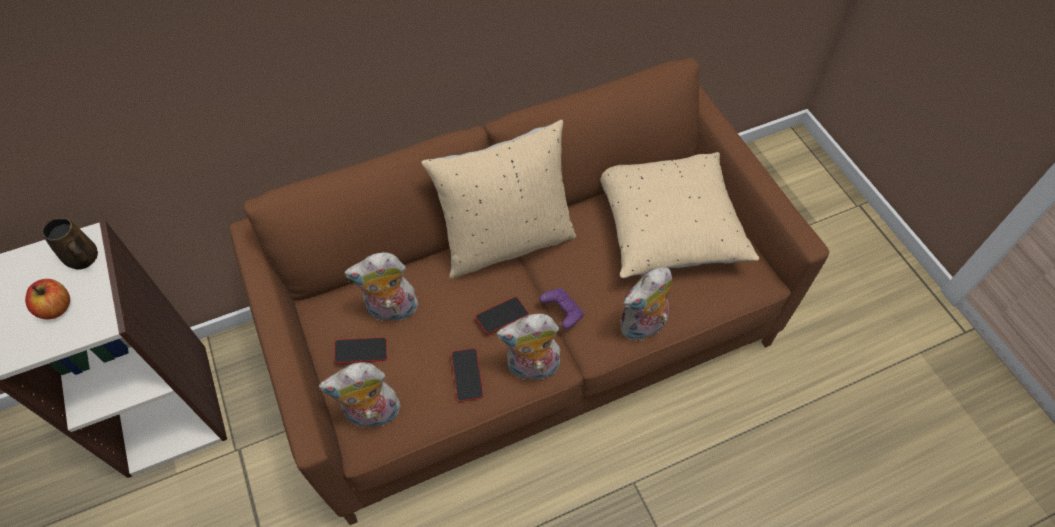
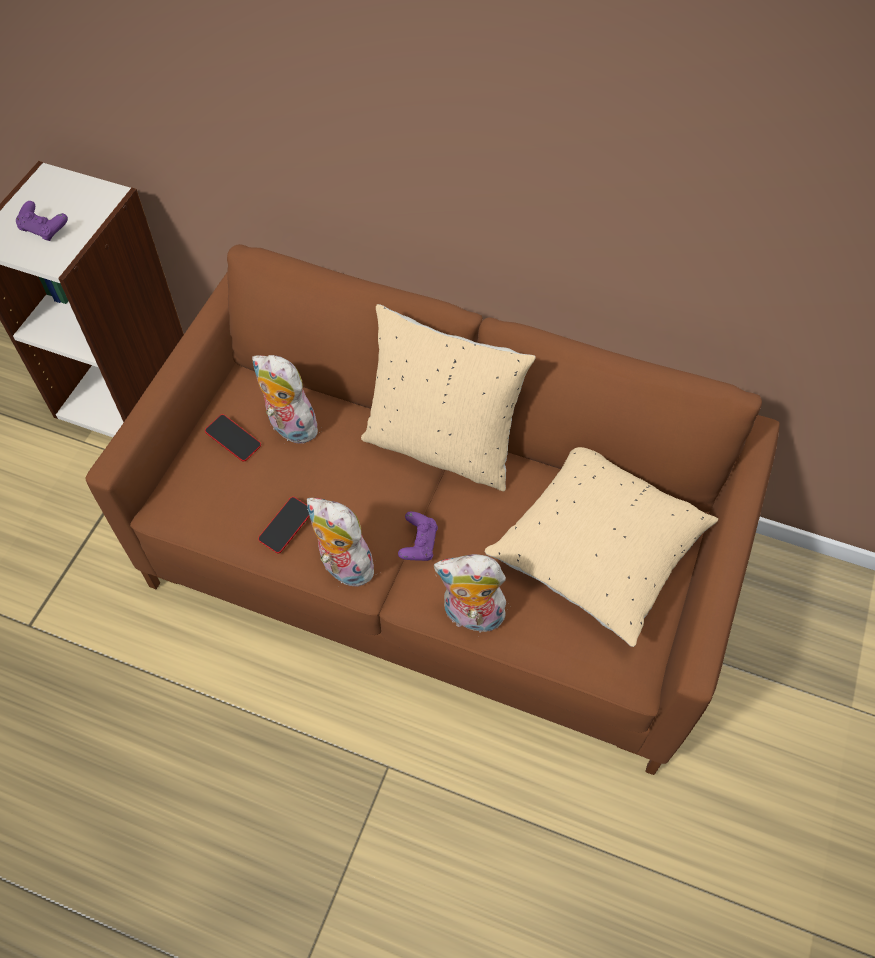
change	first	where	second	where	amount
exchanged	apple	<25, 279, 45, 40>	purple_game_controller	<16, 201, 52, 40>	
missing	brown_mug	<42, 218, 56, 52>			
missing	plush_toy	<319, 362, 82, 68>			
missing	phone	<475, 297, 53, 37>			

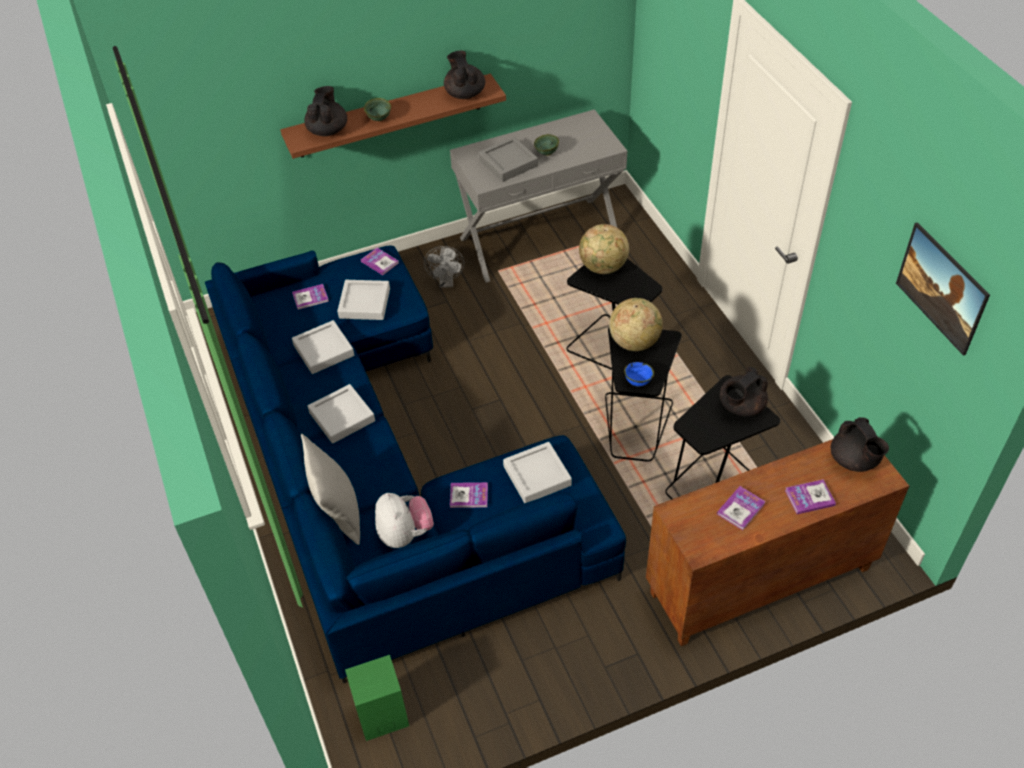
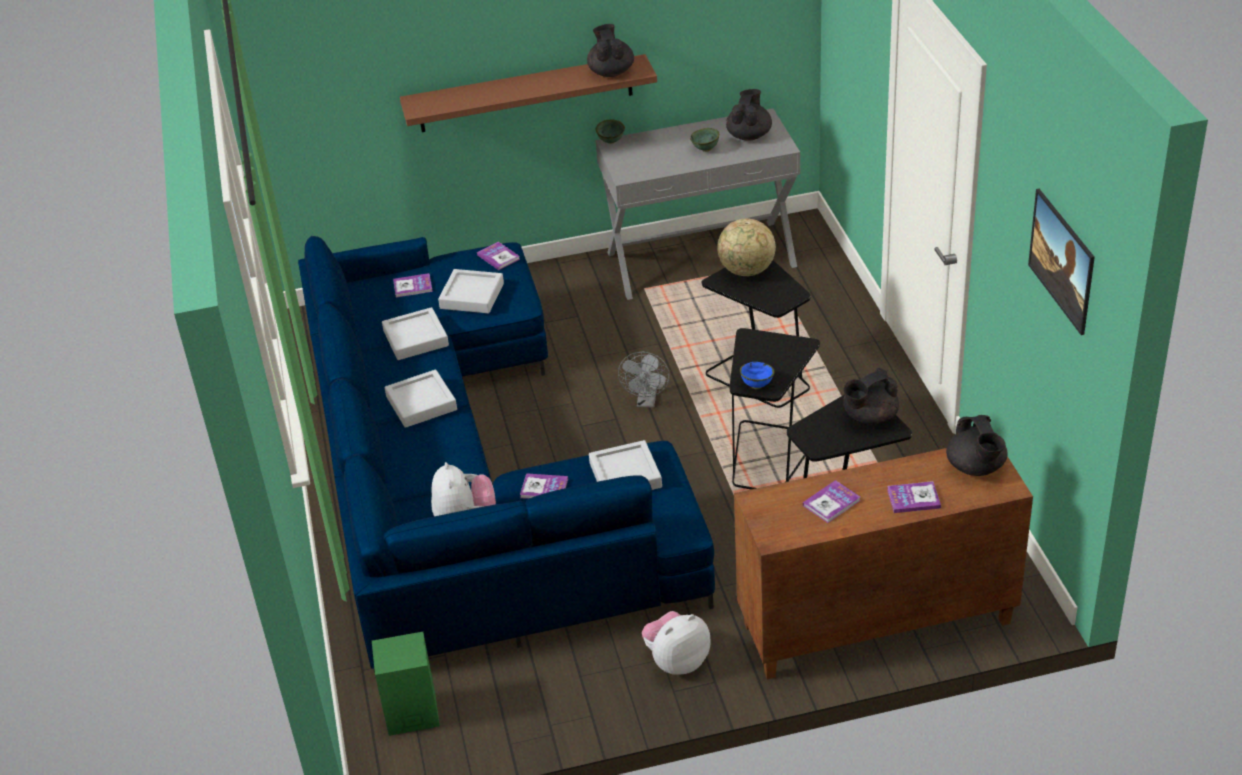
change	first	where	second	where	amount
missing	grey_pillow	<301, 434, 59, 111>			
relocated	black_teapot	<304, 86, 43, 50>		<726, 89, 46, 52>	
relocated	green_bowl	<364, 98, 27, 23>		<595, 120, 30, 24>	
relocated	grey_fan	<424, 246, 40, 42>		<618, 352, 52, 55>	
missing	grey_tray	<479, 137, 59, 45>			
missing	globe	<609, 298, 54, 53>			
appeared			plush_toy	<642, 611, 69, 64>	

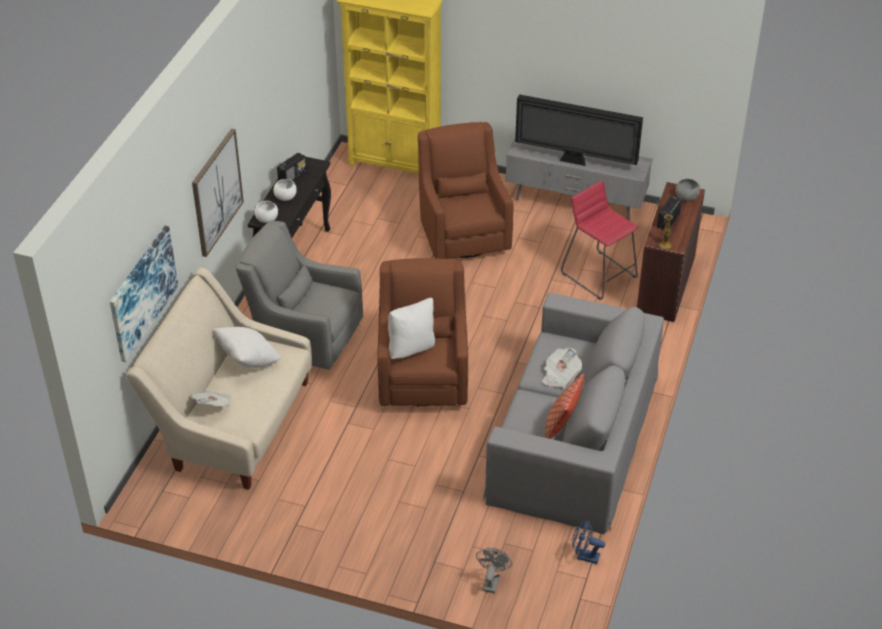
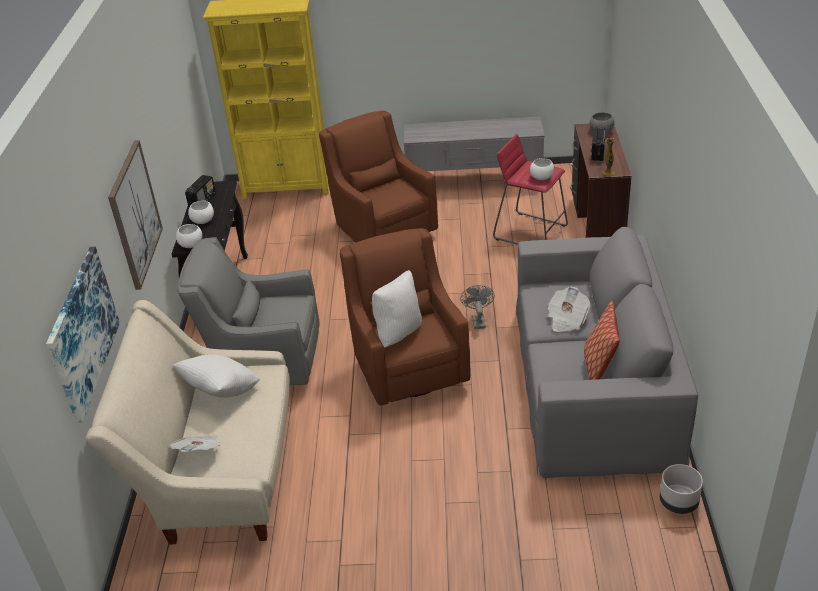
change	first	where	second	where	amount
relocated	grey_fan	<476, 548, 36, 45>		<460, 285, 35, 44>	
missing	television	<515, 94, 128, 72>			
exchanged	blue_fan	<572, 520, 33, 44>	grey_planter	<659, 464, 44, 50>	
appeared			white_bowl	<530, 158, 24, 22>	

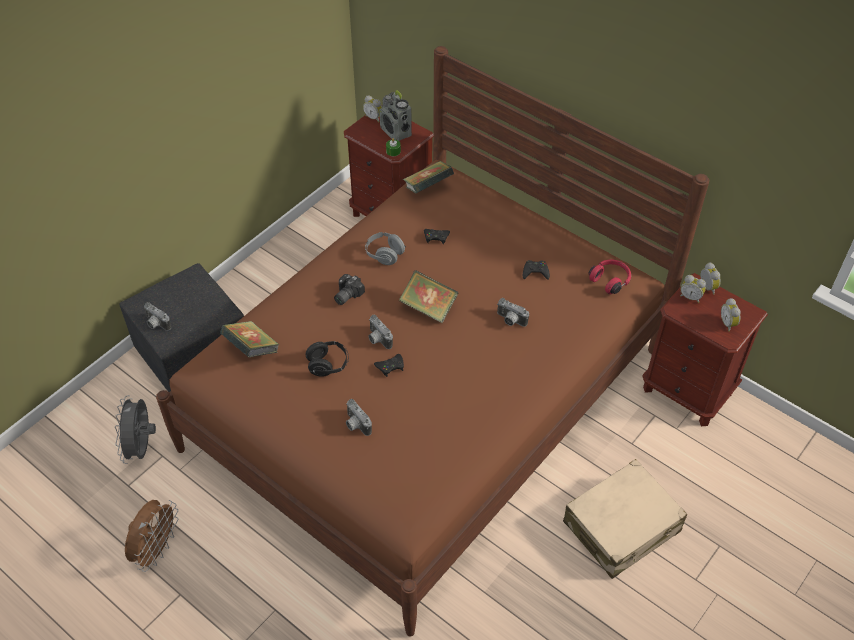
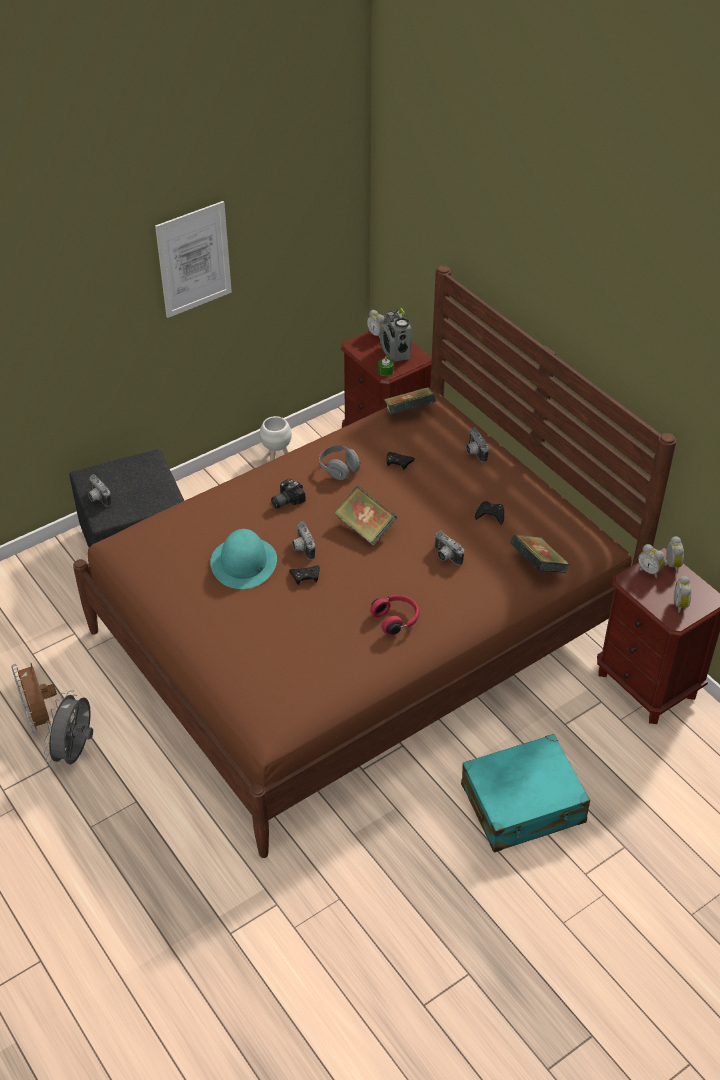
change	first	where	second	where	amount
relocated	grey_fan	<115, 395, 41, 69>		<43, 690, 50, 76>	
spun	brown_fan	<125, 500, 53, 72>		<11, 663, 46, 72>	120 degrees clockwise
relocated	book	<220, 321, 59, 36>		<510, 534, 60, 39>	
exchanged	black_headphones	<306, 341, 43, 36>	turquoise_hat	<210, 529, 67, 60>	
relocated	photo_camera	<346, 399, 26, 37>		<466, 428, 23, 34>	
colour	beige_suitcase	<563, 459, 124, 120>	turquoise_suitcase	<461, 734, 129, 118>	
relocated	red_headphones	<588, 259, 43, 35>		<370, 595, 50, 40>	
appeared			picture	<155, 201, 77, 117>	
appeared			white_planter	<260, 416, 32, 45>	

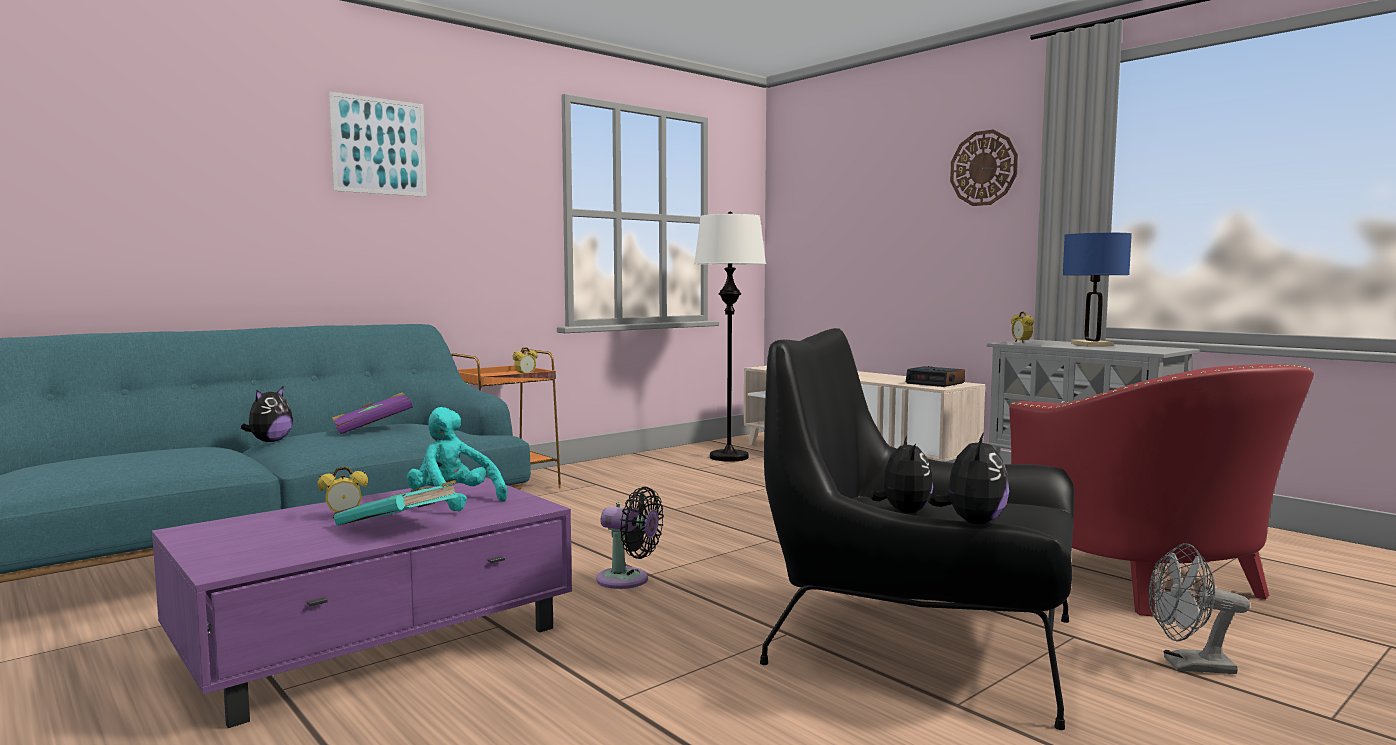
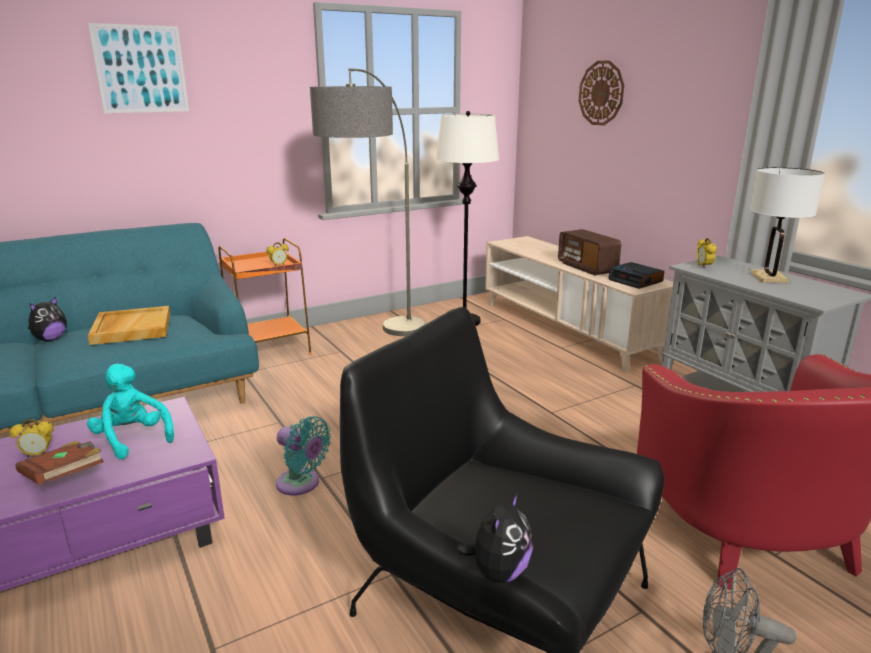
change	first	where	second	where	amount
exchanged	purple_book	<332, 393, 81, 41>	beige_tray	<88, 306, 82, 39>	
colour	turquoise_book	<334, 480, 124, 46>	brown_book	<15, 441, 89, 44>	
colour	black_fan	<596, 486, 68, 103>	turquoise_fan	<276, 416, 55, 80>	
missing	plush_toy	<870, 436, 63, 77>			
relocated	wall_clock	<950, 129, 68, 77>		<579, 60, 45, 66>	
colour	blue_table_lamp	<1063, 233, 69, 113>	white_table_lamp	<749, 167, 76, 116>	
appeared			floor_lamp	<310, 68, 115, 268>	
appeared			radio	<558, 229, 63, 46>	

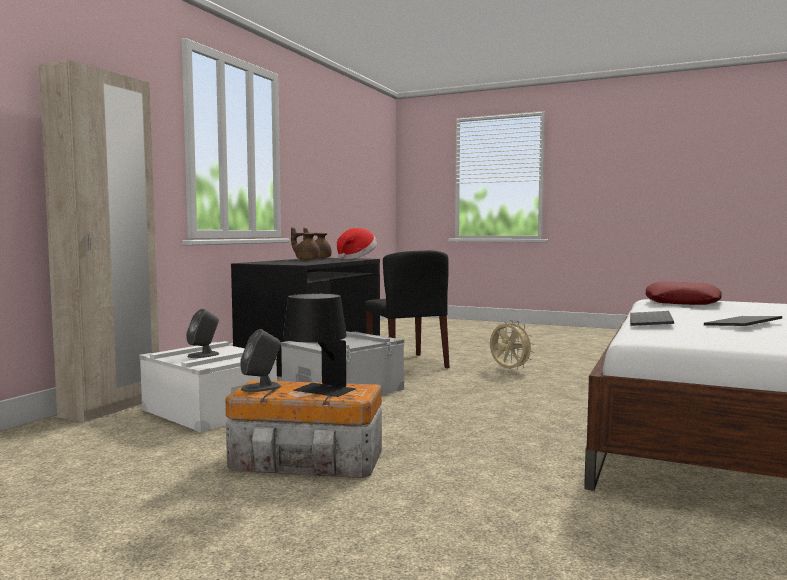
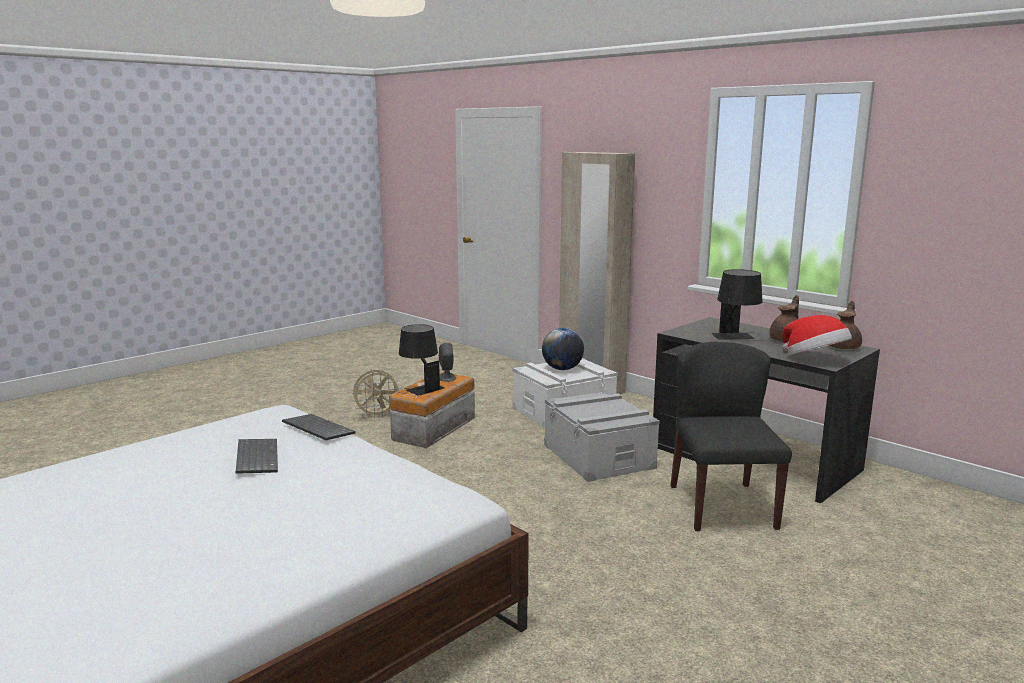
change	first	where	second	where	amount
exchanged	grey_speaker	<186, 309, 33, 49>	globe	<542, 328, 42, 42>	
spun	black_chair	<365, 250, 85, 118>		<671, 342, 121, 189>	90 degrees clockwise
relocated	beige_fan	<490, 320, 45, 50>		<352, 369, 50, 49>	
missing	red_pillow	<646, 281, 76, 24>			
appeared			black_table_lamp	<711, 269, 52, 71>	

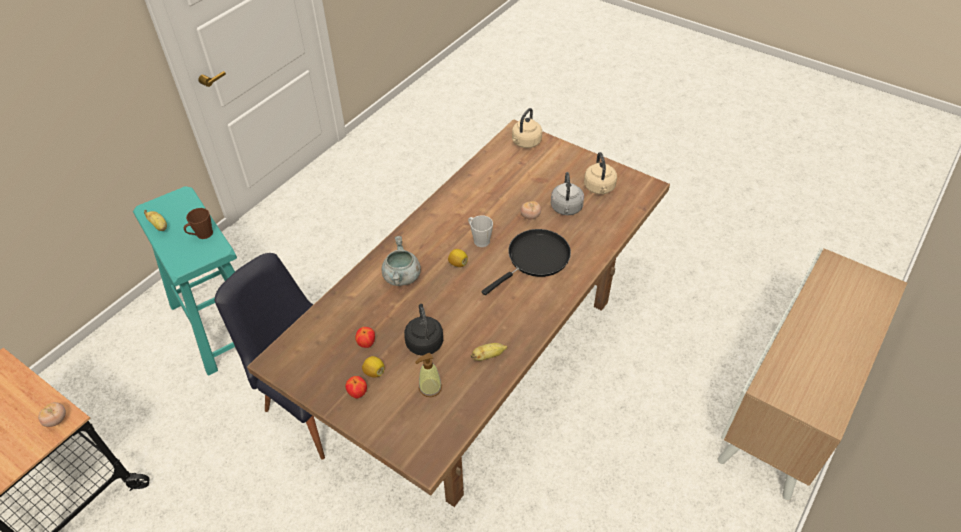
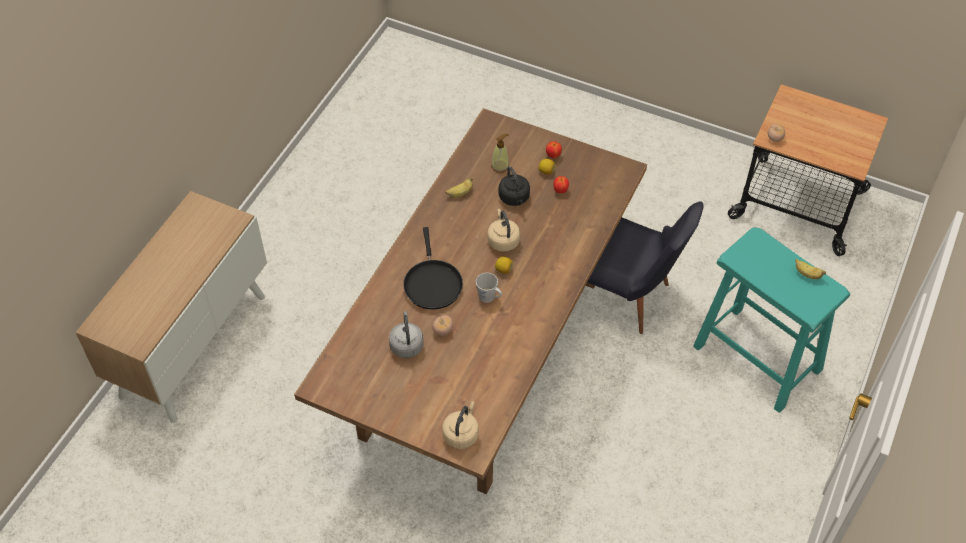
change	first	where	second	where	amount
missing	brown_mug	<184, 208, 29, 31>			
missing	grey_cooking_pot	<381, 236, 40, 50>			
spun	black_frying_pan	<482, 229, 89, 66>		<403, 227, 60, 83>	45 degrees counterclockwise
relocated	beige_kettle	<584, 152, 33, 42>		<487, 209, 33, 43>	

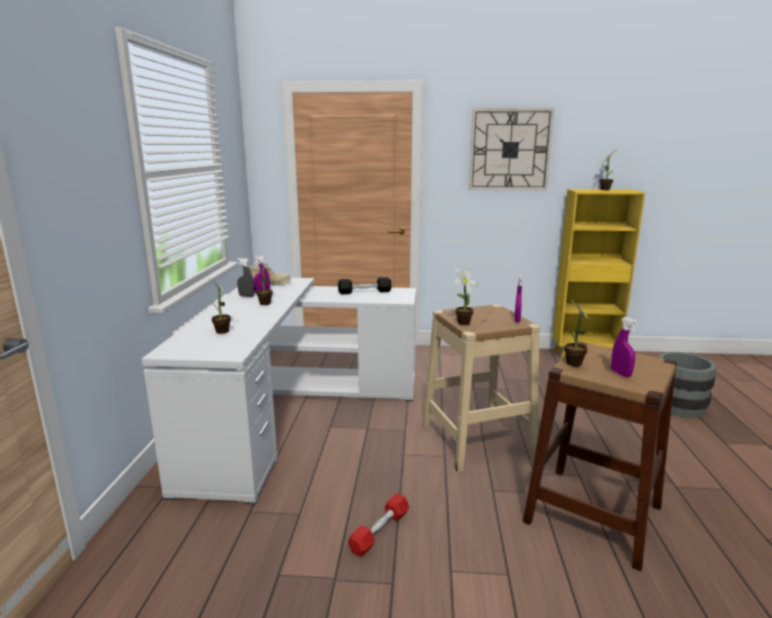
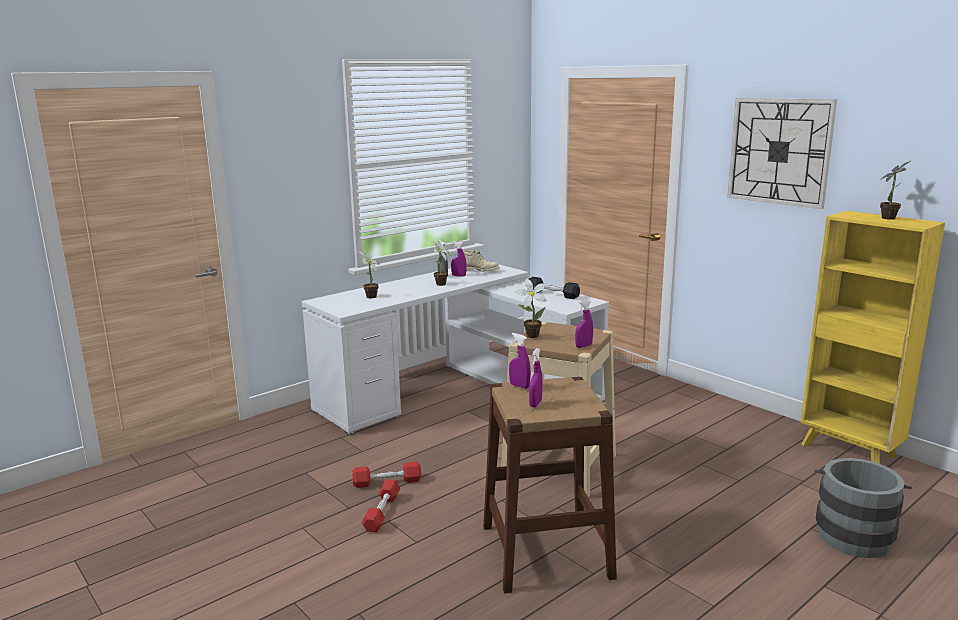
change	first	where	second	where	amount
exchanged	potted_plant	<564, 298, 32, 68>	purple_spray_bottle	<509, 333, 22, 56>	
appeared			red_dumbbell	<362, 479, 38, 54>	

